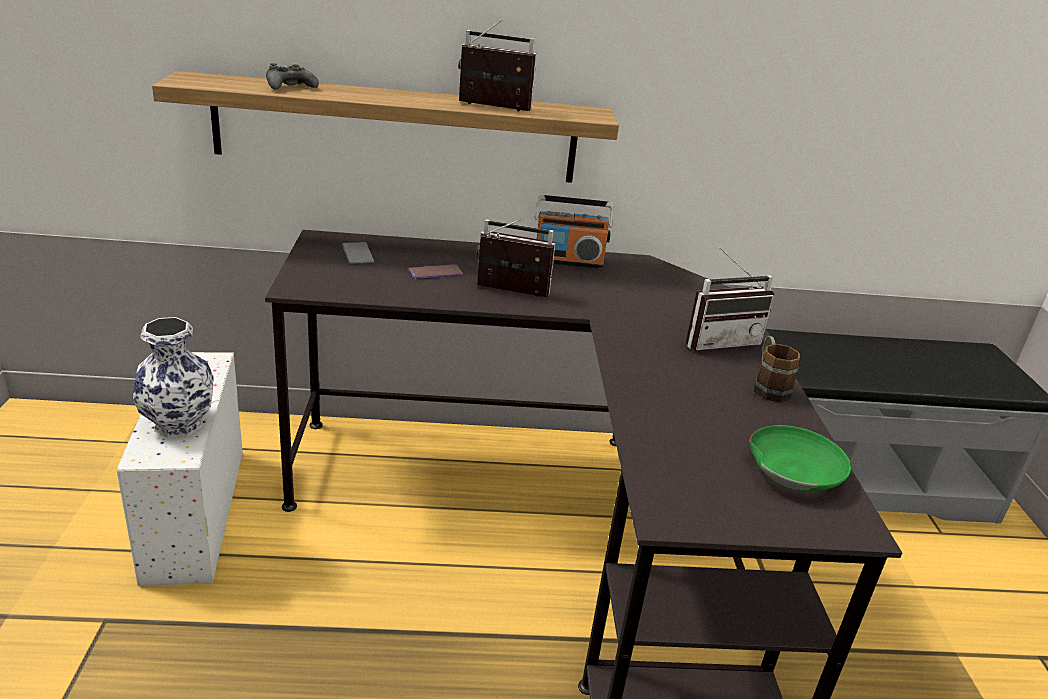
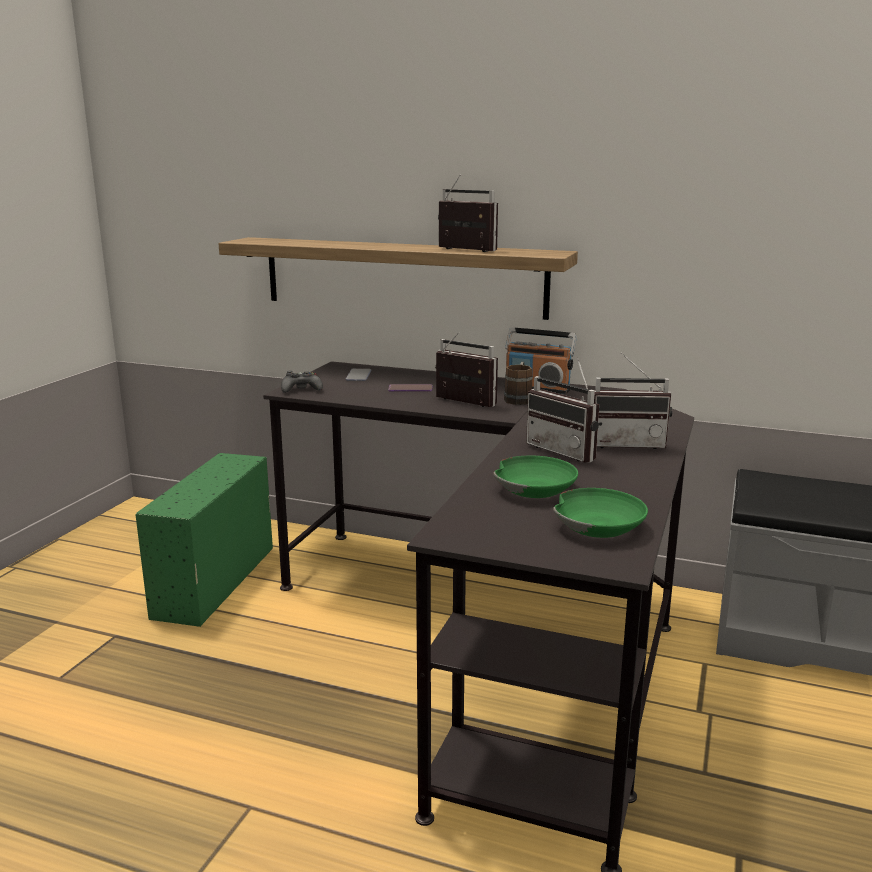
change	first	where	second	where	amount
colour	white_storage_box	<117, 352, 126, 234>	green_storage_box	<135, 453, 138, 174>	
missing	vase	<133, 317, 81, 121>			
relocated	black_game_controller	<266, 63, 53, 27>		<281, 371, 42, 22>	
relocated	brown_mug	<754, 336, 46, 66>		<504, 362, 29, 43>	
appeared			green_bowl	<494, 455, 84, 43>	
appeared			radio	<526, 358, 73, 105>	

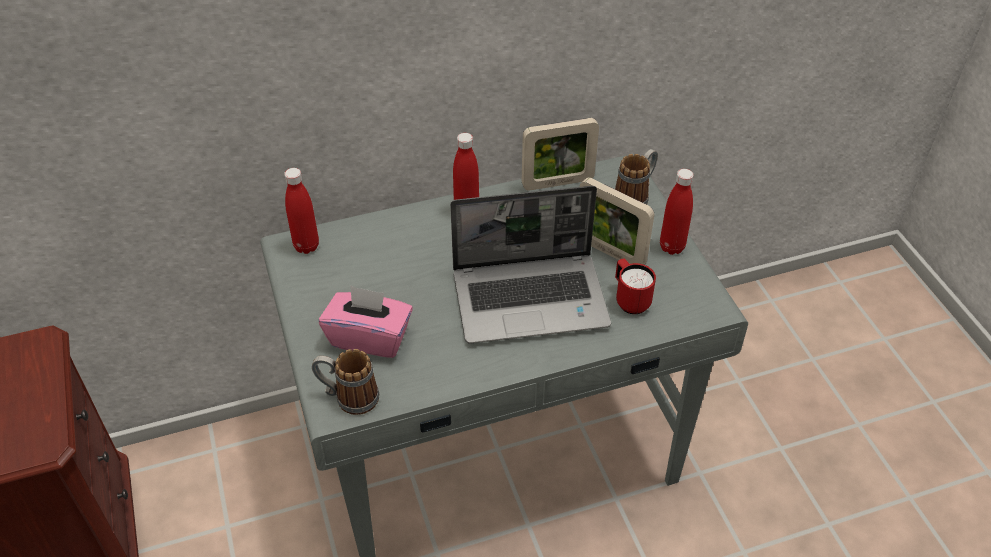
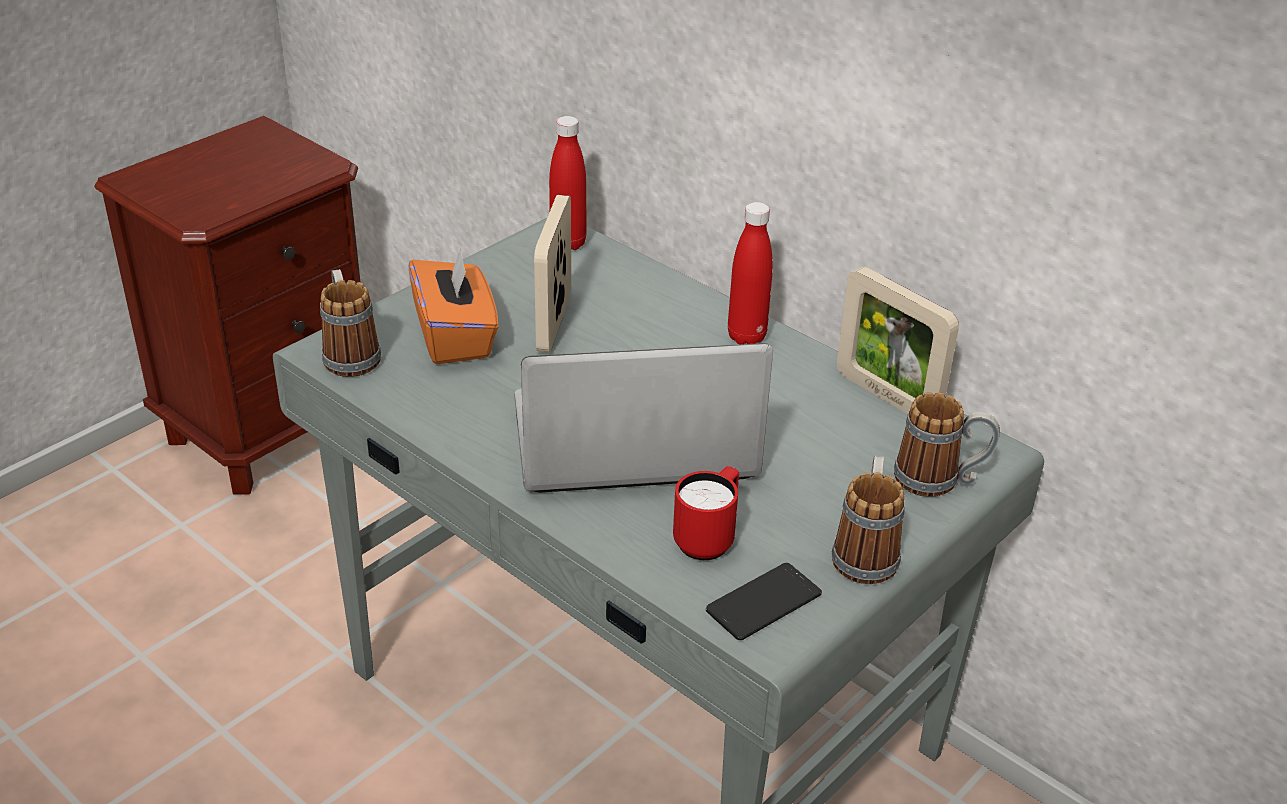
change	first	where	second	where	amount
colour	pink_tissue_box	<319, 285, 94, 73>	orange_tissue_box	<409, 248, 89, 116>	
spun	laptop	<450, 186, 161, 158>		<514, 343, 259, 150>	120 degrees clockwise
relocated	picture_frame	<580, 177, 74, 88>		<534, 195, 37, 157>	
exchanged	red_bottle	<660, 169, 34, 86>	mug	<832, 455, 73, 129>	
appeared			phone	<706, 563, 116, 77>	

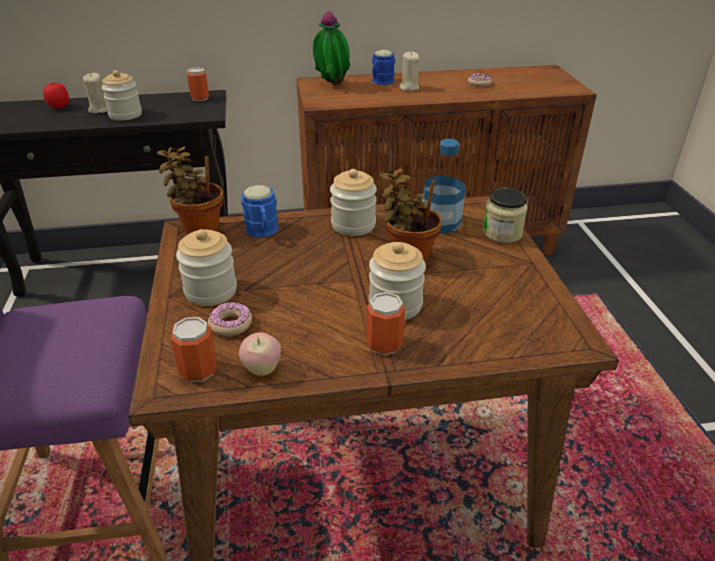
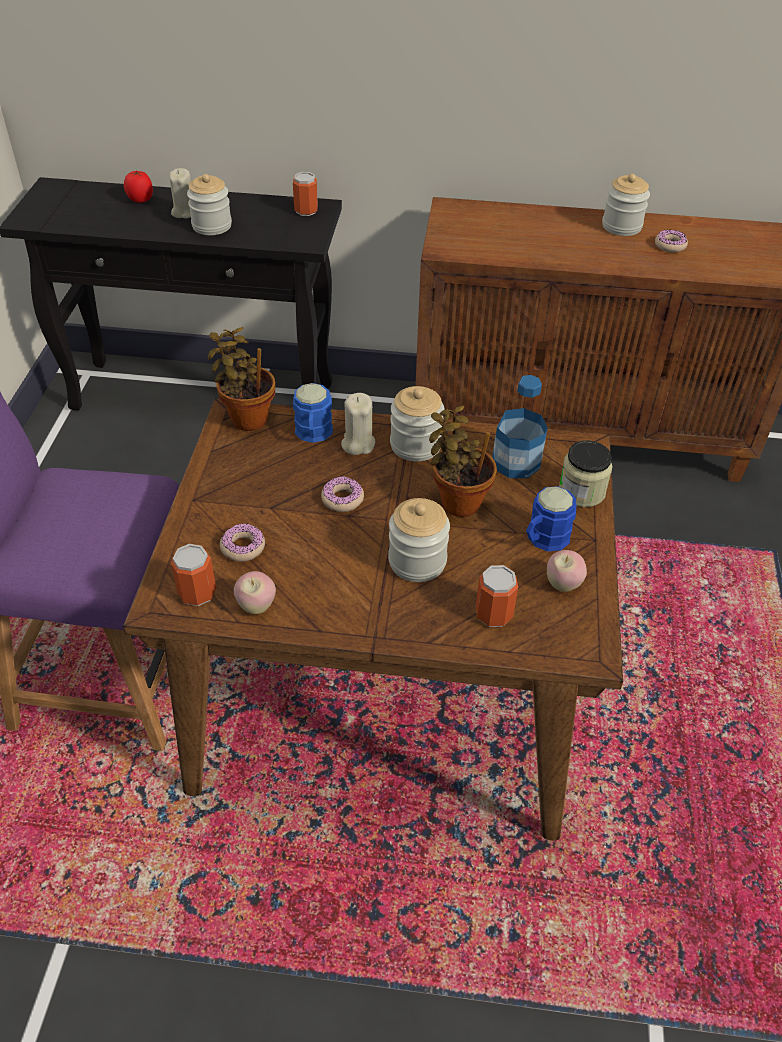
change	first	where	second	where	amount
relocated	jar	<176, 229, 61, 77>		<602, 174, 48, 62>	
missing	potted_plant	<313, 11, 37, 74>			
relocated	can	<367, 292, 38, 63>		<476, 565, 42, 62>	
relocated	blue_mug	<372, 49, 23, 36>		<526, 486, 51, 65>	
relocated	beige_candle	<399, 51, 21, 40>		<341, 393, 34, 62>	
appeared			donut	<321, 476, 43, 36>	
appeared			apple	<547, 550, 40, 42>	

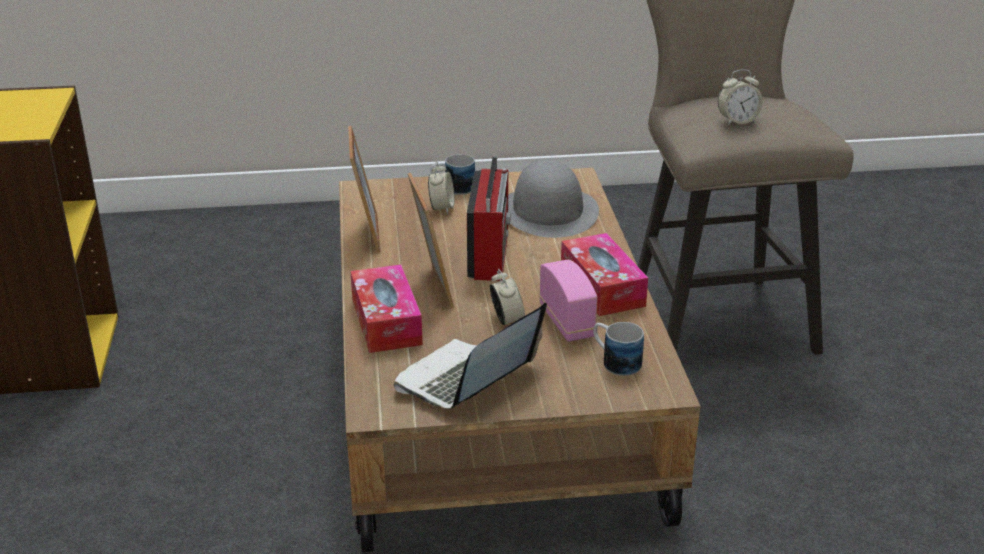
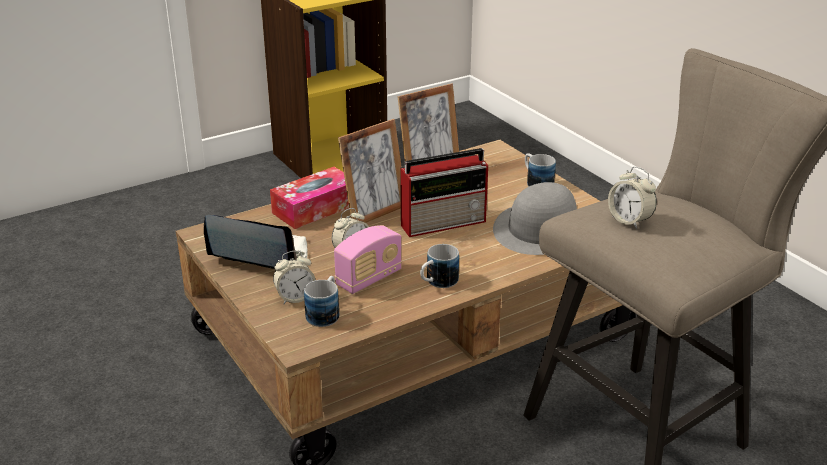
change	first	where	second	where	amount
relocated	alarm_clock	<428, 161, 27, 53>		<273, 251, 43, 53>	
exchanged	tissue_box	<561, 233, 87, 83>	mug	<420, 244, 39, 44>	

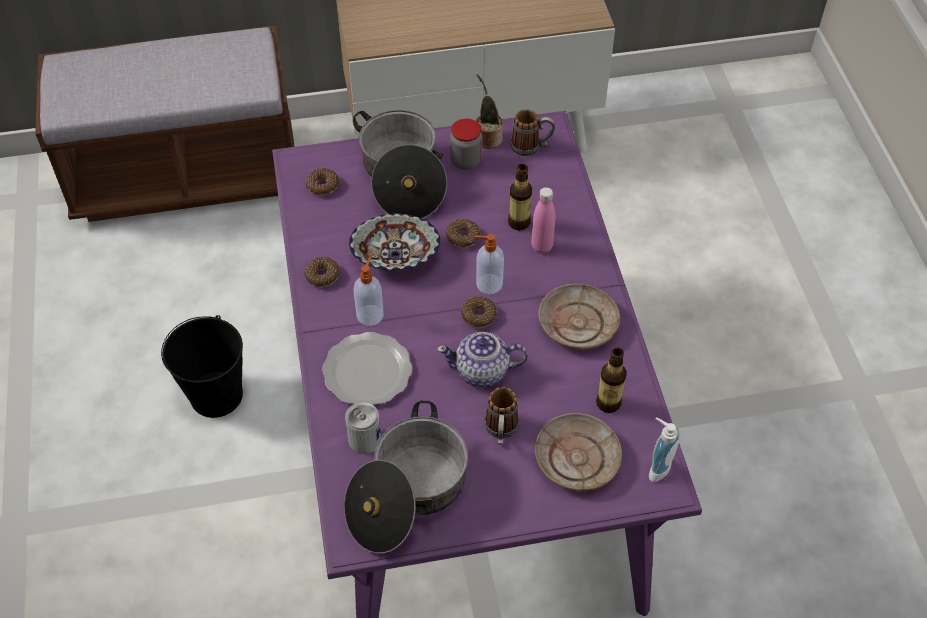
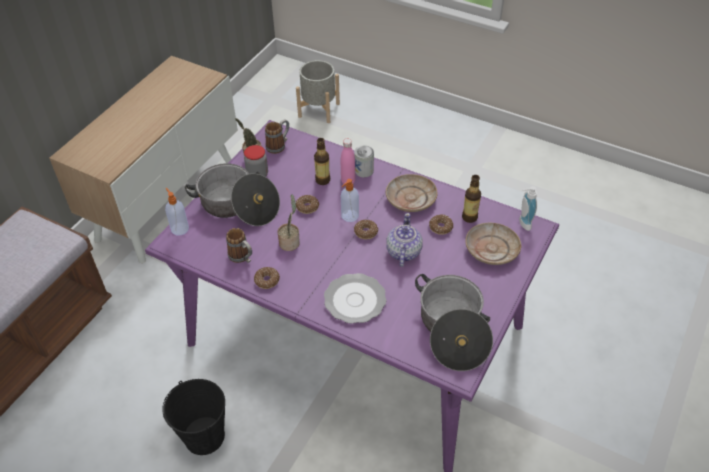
change	first	where	second	where	amount
relocated	donut	<306, 168, 33, 28>		<429, 215, 24, 20>	
relocated	can	<345, 402, 36, 52>		<354, 145, 20, 32>	
exchanged	bowl	<349, 214, 91, 56>	potted_plant	<278, 194, 22, 57>	
relocated	soap_dispenser	<353, 256, 31, 70>		<165, 188, 24, 48>	
spun	teapot	<437, 332, 91, 55>		<386, 213, 37, 54>	150 degrees clockwise
relocated	mug	<484, 387, 35, 57>		<226, 228, 26, 35>	
appeared			grey_planter	<296, 60, 44, 63>	

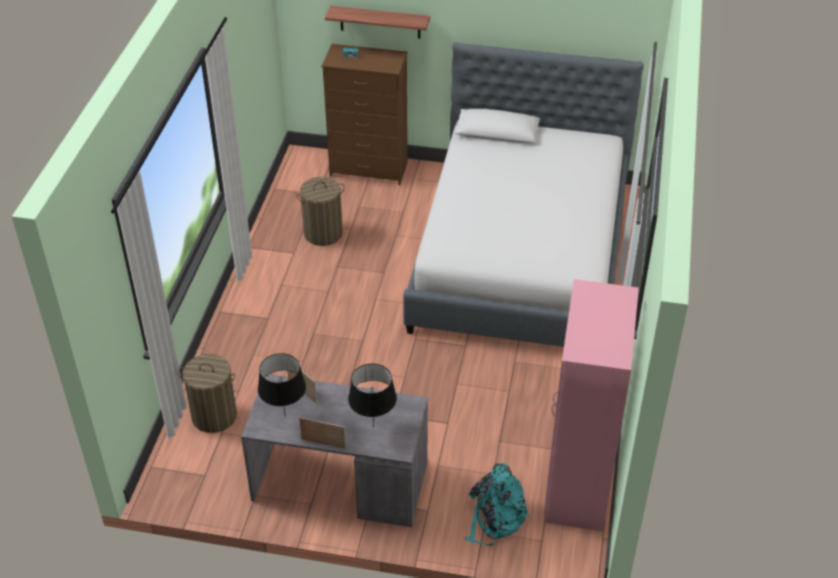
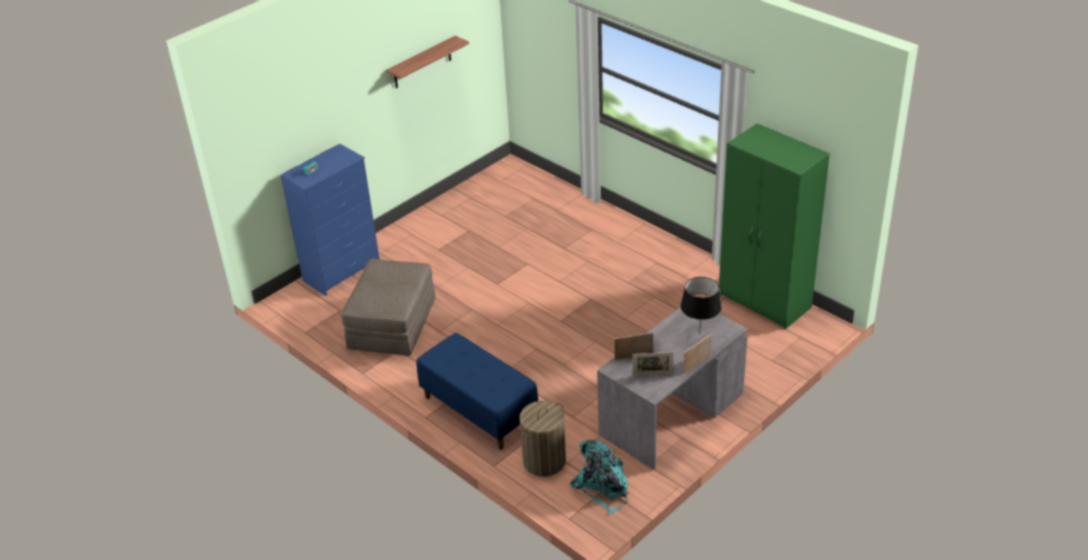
change	first	where	second	where	amount
exchanged	black_table_lamp	<258, 353, 48, 64>	picture_frame	<633, 352, 41, 24>	
exchanged	laundry_basket	<296, 177, 49, 69>	grey_ottoman	<341, 259, 94, 97>	
colour	brown_dresser	<322, 44, 86, 141>	blue_dresser	<280, 144, 100, 152>	
relocated	shelf	<325, 6, 105, 33>		<386, 36, 83, 52>	
missing	bed	<403, 42, 241, 305>			
relocated	turquoise_backpack	<465, 463, 65, 83>		<570, 440, 58, 74>	
colour	pink_wardrobe	<544, 279, 95, 253>	green_wardrobe	<719, 123, 111, 206>	
appeared			blue_bench	<416, 333, 122, 117>	

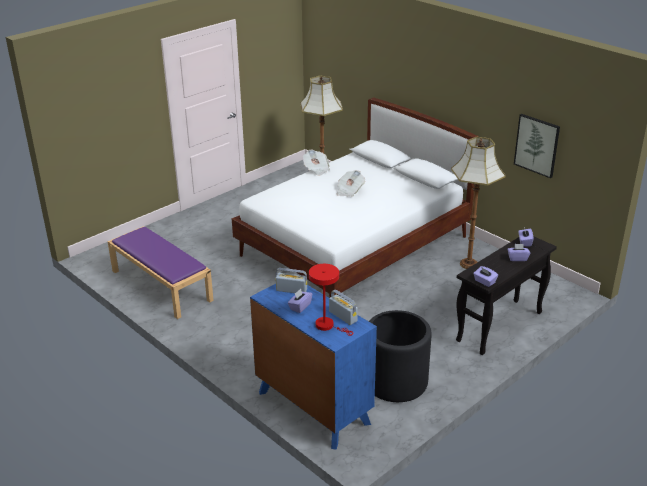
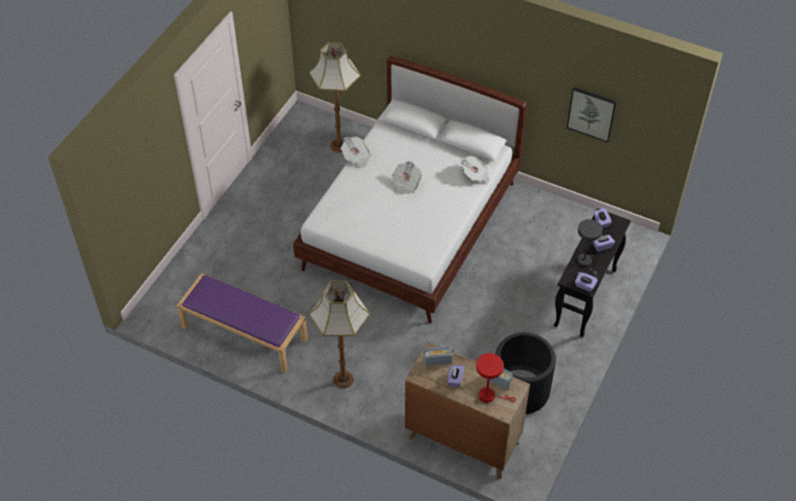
change	first	where	second	where	amount
colour	blue_dresser	<250, 284, 127, 166>	brown_dresser	<405, 342, 125, 137>	
relocated	floor_lamp	<451, 137, 55, 132>		<309, 280, 61, 109>	
appeared			newspaper	<461, 156, 29, 26>	
appeared			grey_table_lamp	<577, 219, 26, 60>	

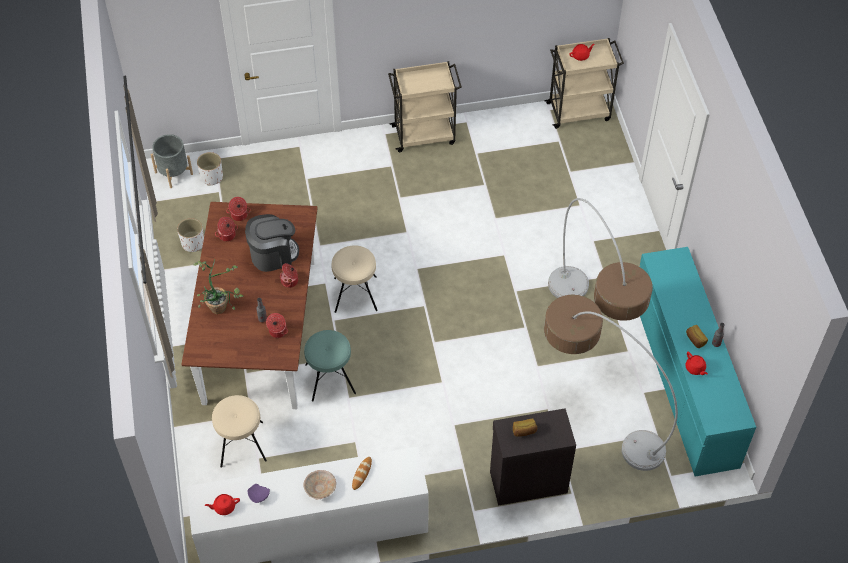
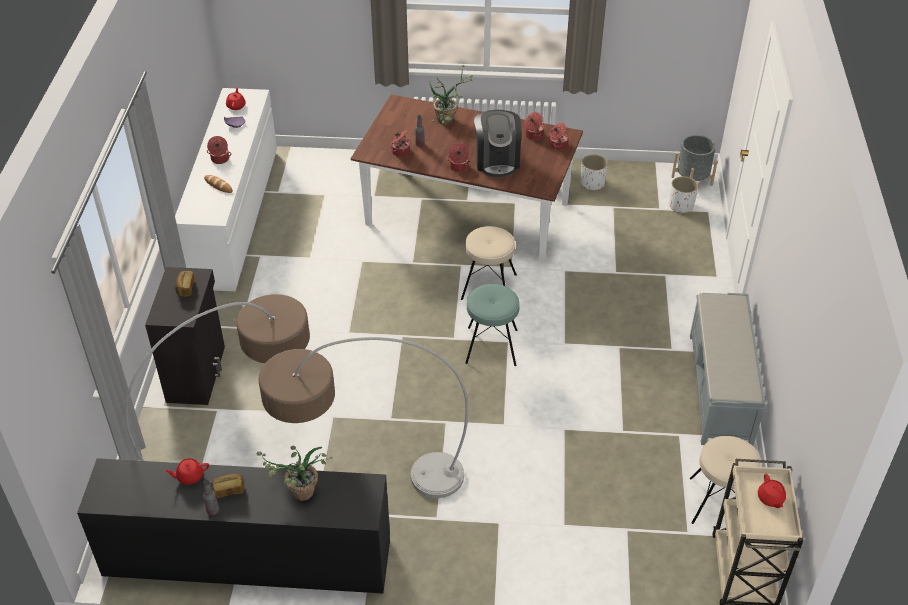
change	first	where	second	where	amount
relocated	beige_stool	<212, 395, 55, 72>		<690, 436, 71, 88>	
exchanged	beige_bowl	<303, 470, 33, 29>	cooking_pot	<207, 136, 25, 28>	
relocated	turquoise_stool	<304, 330, 52, 72>		<465, 284, 55, 82>	
exchanged	beige_cart	<388, 61, 74, 91>	grey_bench	<690, 293, 76, 153>	
colour	turquoise_dresser	<639, 247, 117, 229>	black_dresser	<77, 458, 313, 135>	
appeared			potted_plant	<257, 446, 76, 55>	

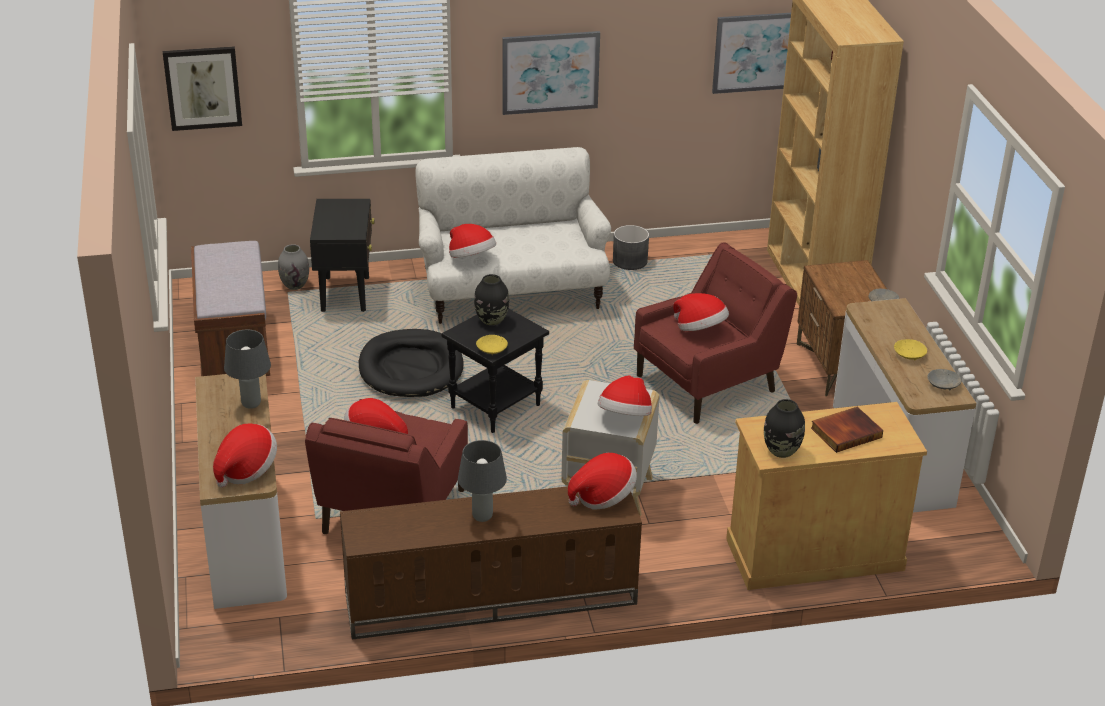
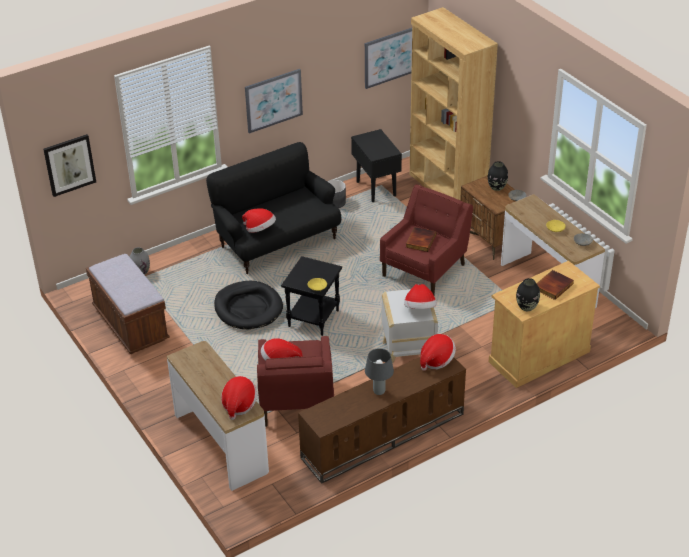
change	first	where	second	where	amount
missing	grey_table_lamp	<224, 329, 47, 80>			
relocated	black_side_table	<310, 199, 65, 113>		<351, 129, 51, 73>	
colour	white_sofa	<415, 147, 196, 177>	black_sofa	<206, 142, 135, 132>	
relocated	black_vase	<474, 274, 35, 51>		<488, 161, 20, 30>	
exchanged	hat	<673, 293, 56, 38>	book	<406, 227, 30, 25>	

